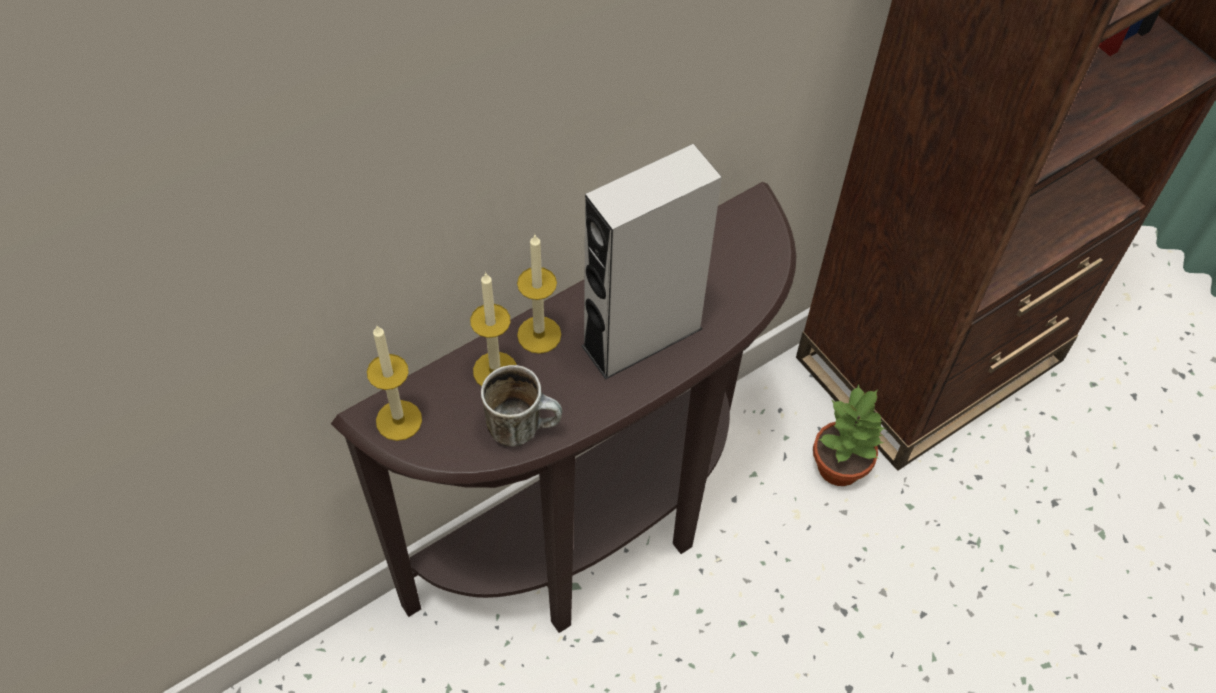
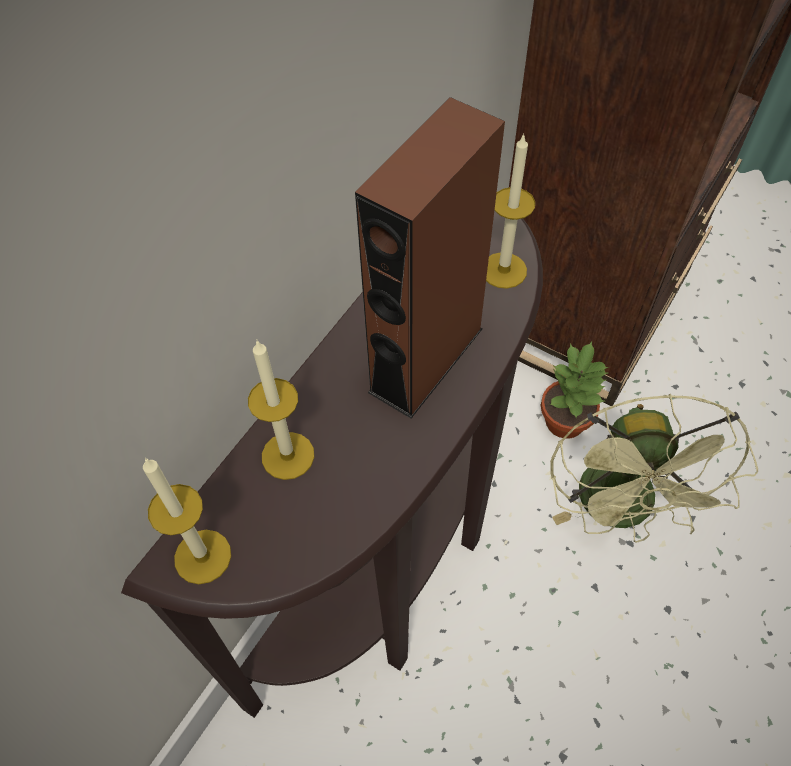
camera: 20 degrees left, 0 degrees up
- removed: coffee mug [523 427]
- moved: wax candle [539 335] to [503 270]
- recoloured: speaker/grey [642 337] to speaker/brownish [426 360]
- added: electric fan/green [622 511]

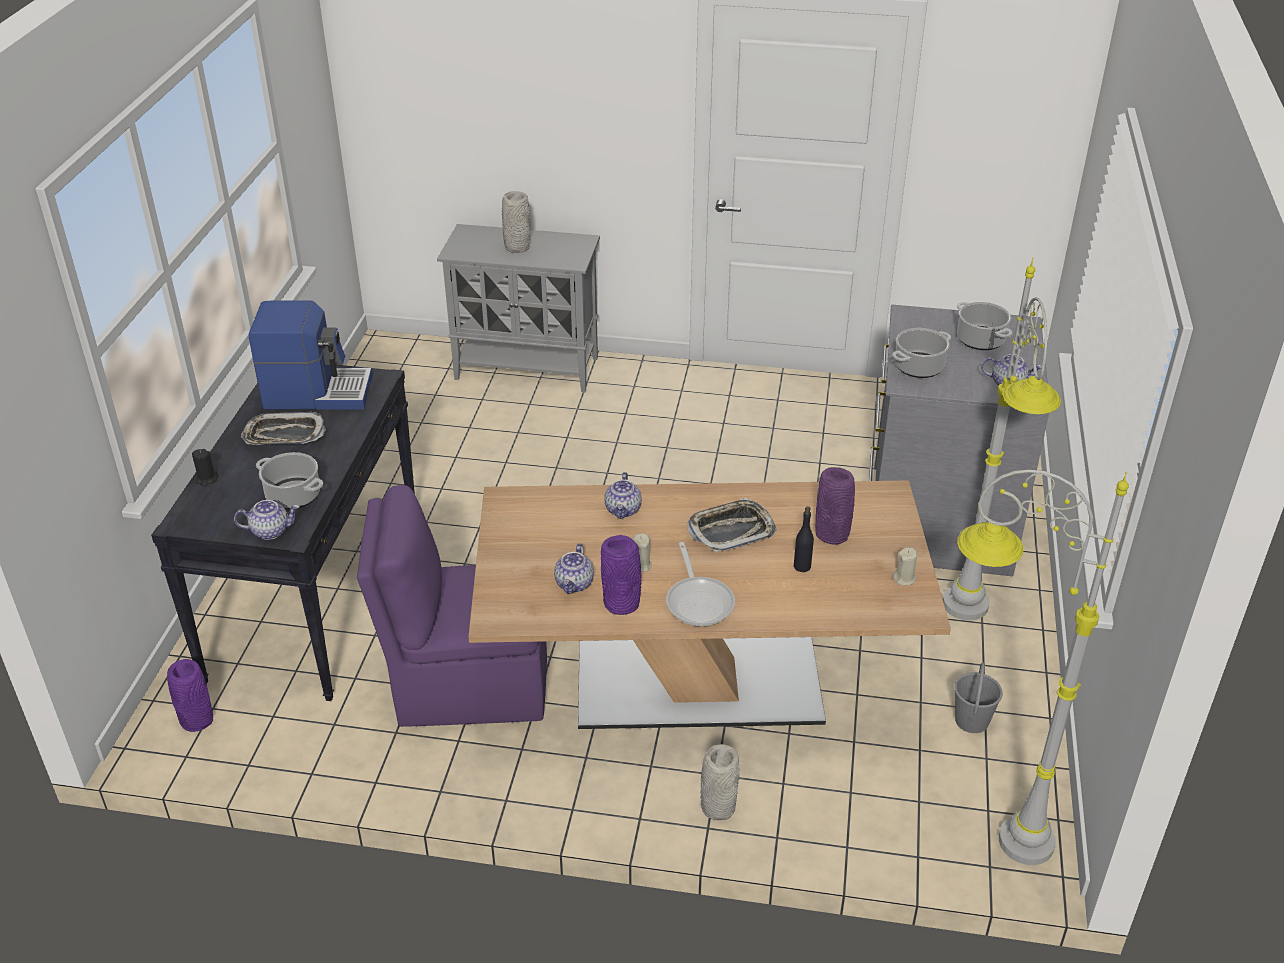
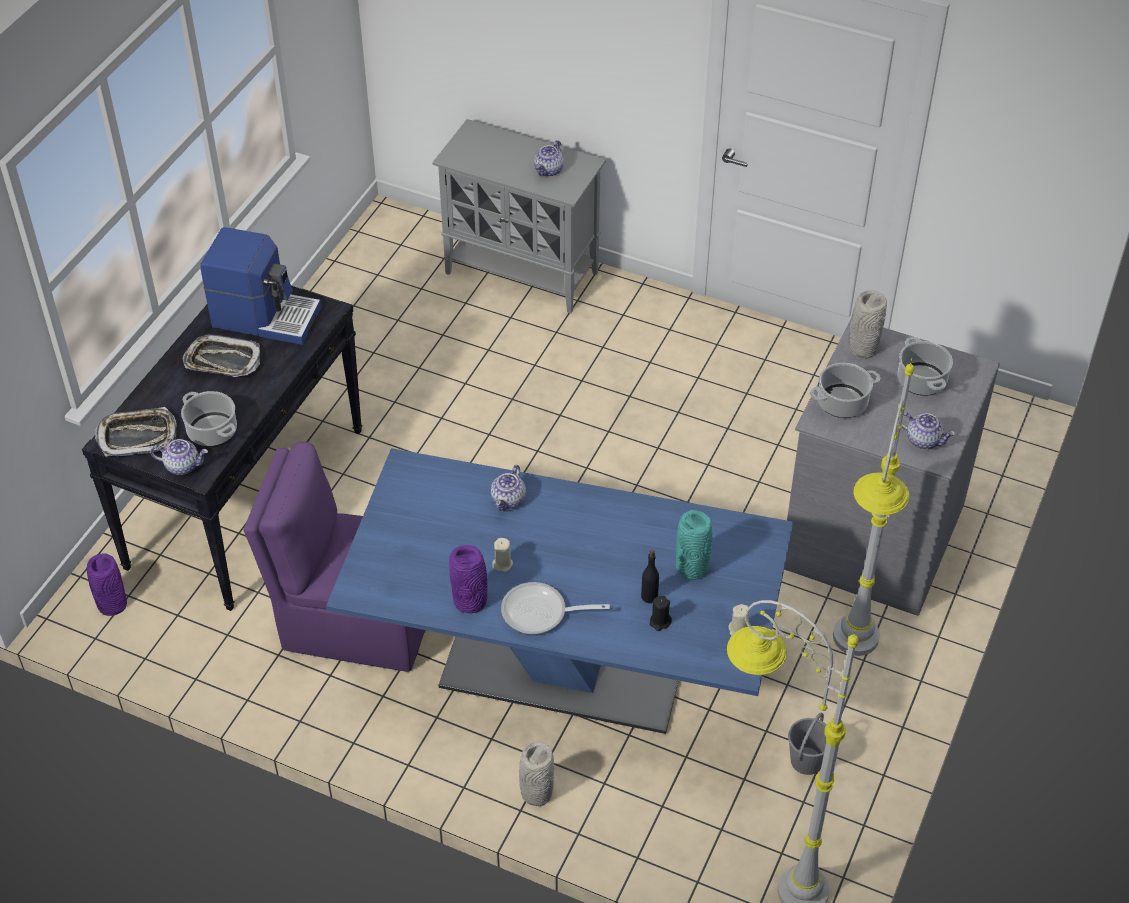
camera: 15 degrees right, 10 degrees up
- moved: wax candle/blackish [206 479] to [660 622]
- recoloured: kitchen table/beige-coloured [698 684] to kitchen table/bluish [564 666]
- moved: decorative vase/grey [516 247] to [862 348]
- moved: teapot [575 584] to [549 170]
- turned: skillet [699 601] = [540 613] 90 degrees clockwise
- moved: carrying tray [731 530] to [137 436]
- recoloured: decorative vase/purplish [832 535] to decorative vase/turquoise-coloured [692 568]

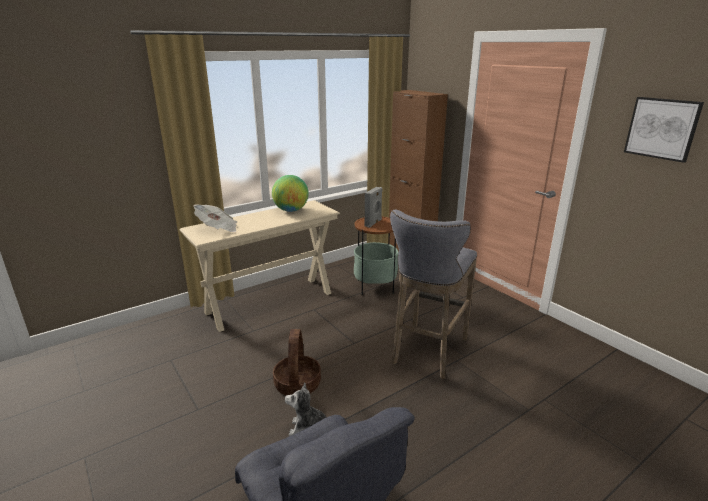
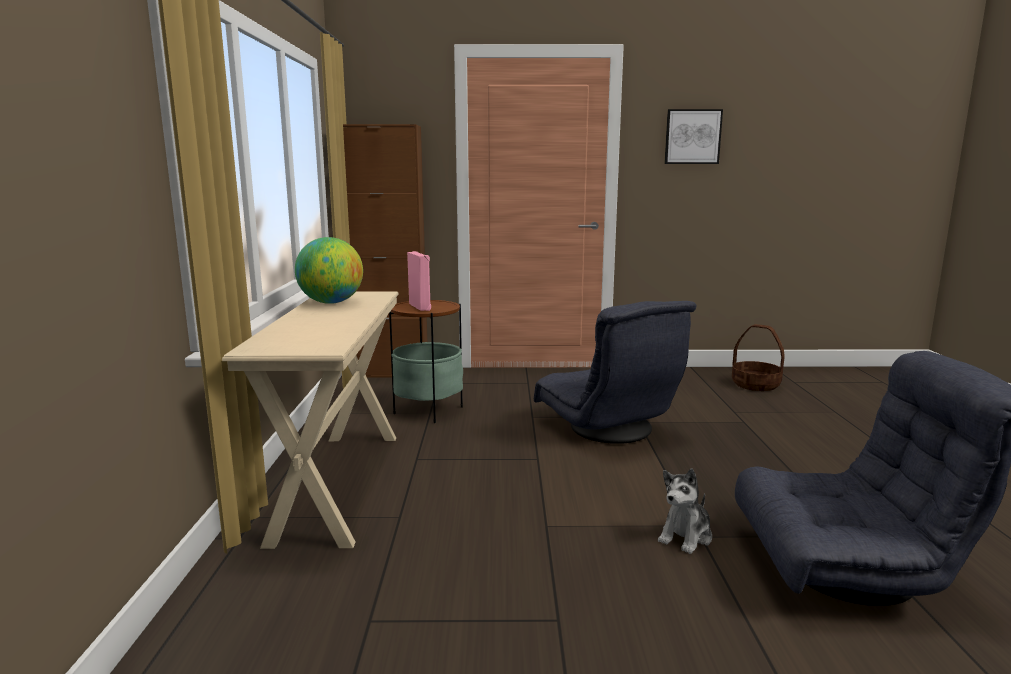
camera: 55 degrees left, 10 degrees down
- removed: daily paper [218 229]
- moved: basket [297 384] to [755 385]
- recoloured: speaker/grey [373 223] to speaker/pink [420 307]
- replaced: sitting stool/grey [427 352] to easy chair/grey [608 429]

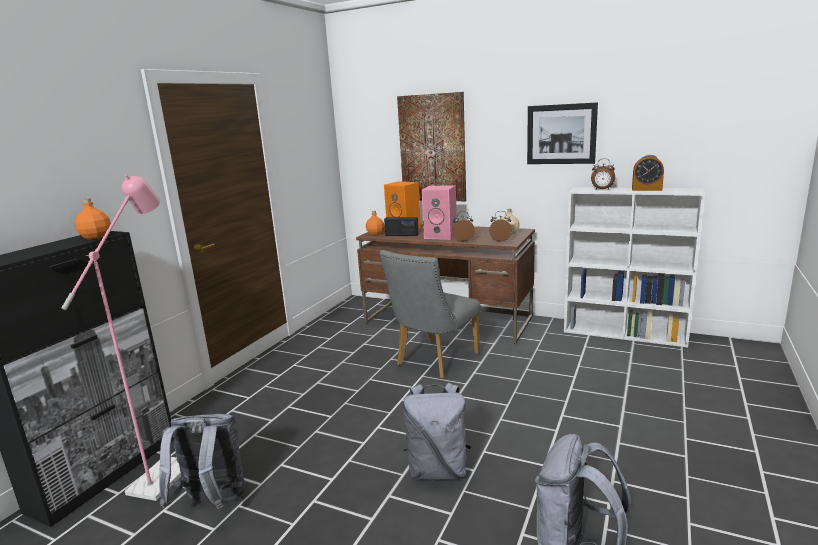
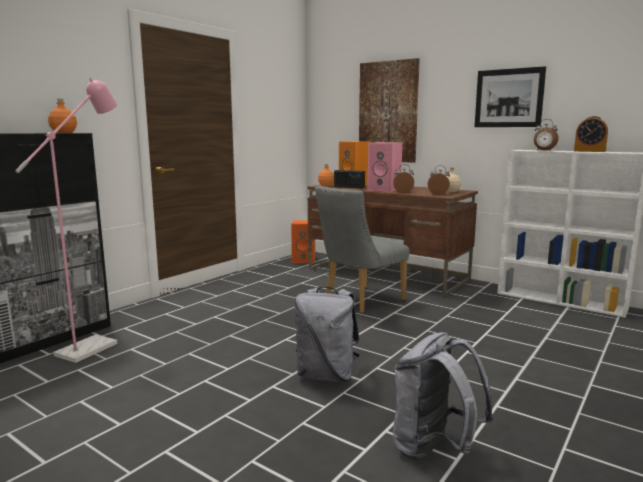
camera: 10 degrees right, 5 degrees down
- removed: backpack/grey [212 503]
- added: speaker/orangey [304 260]

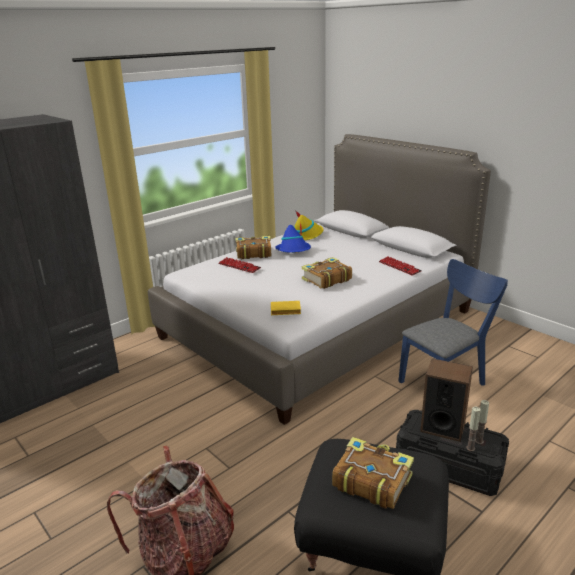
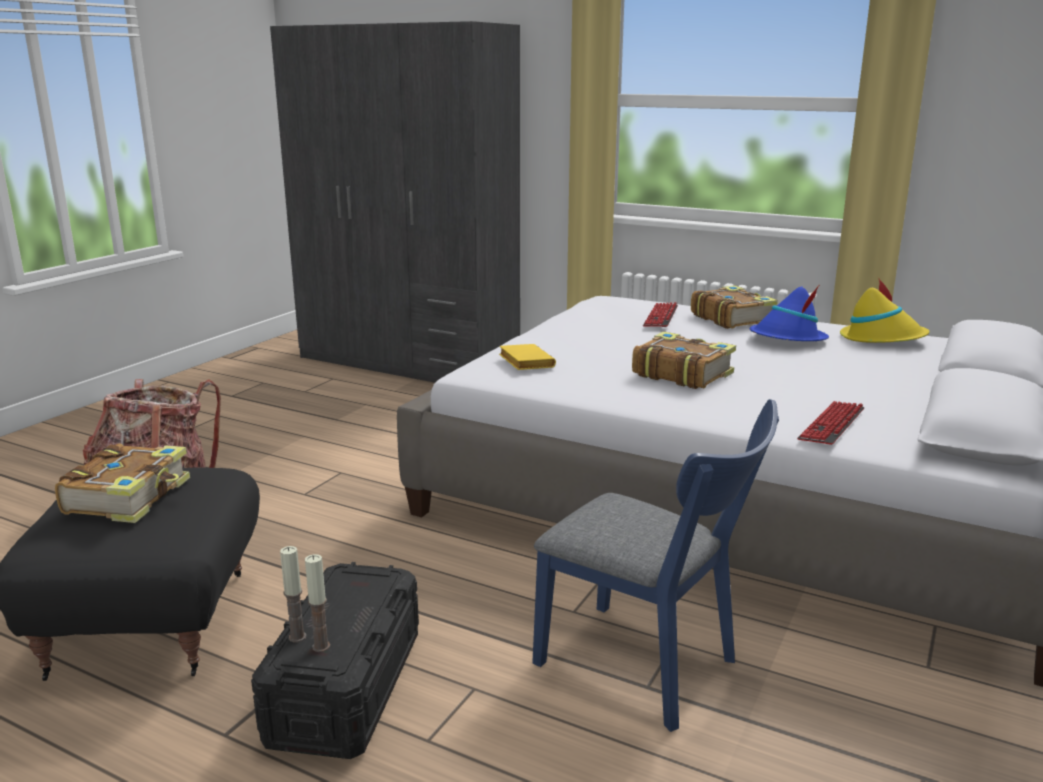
camera: 70 degrees right, 5 degrees down
- removed: speaker [442 427]

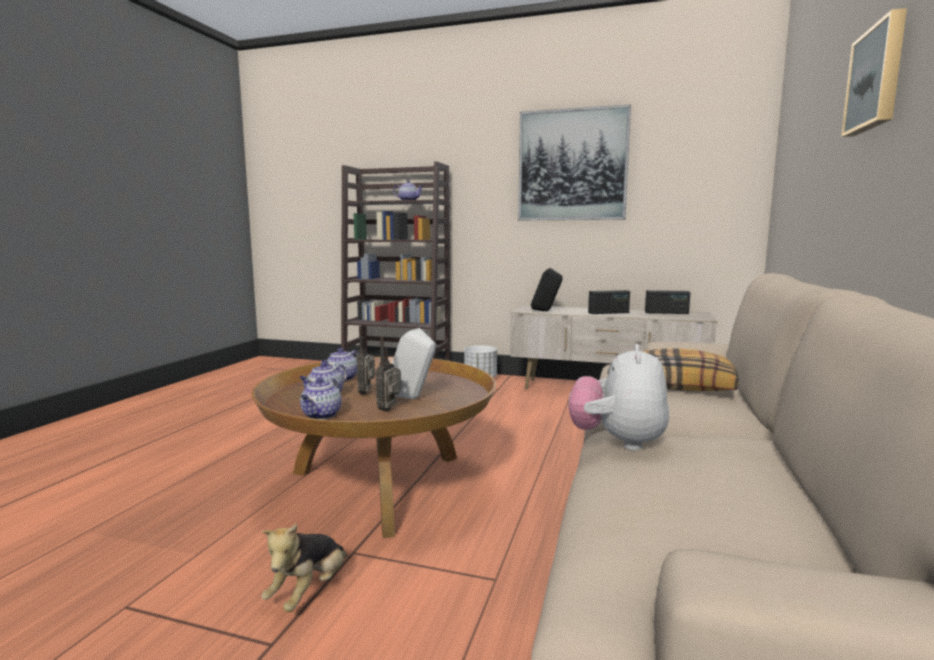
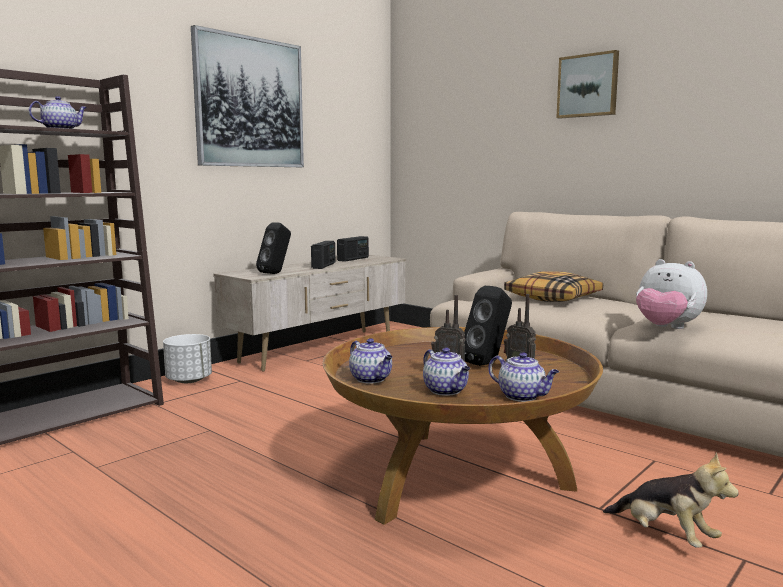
camera: 65 degrees left, 0 degrees up
- recoloured: speaker/white-coloured [412 399] to speaker/blackish [488 363]

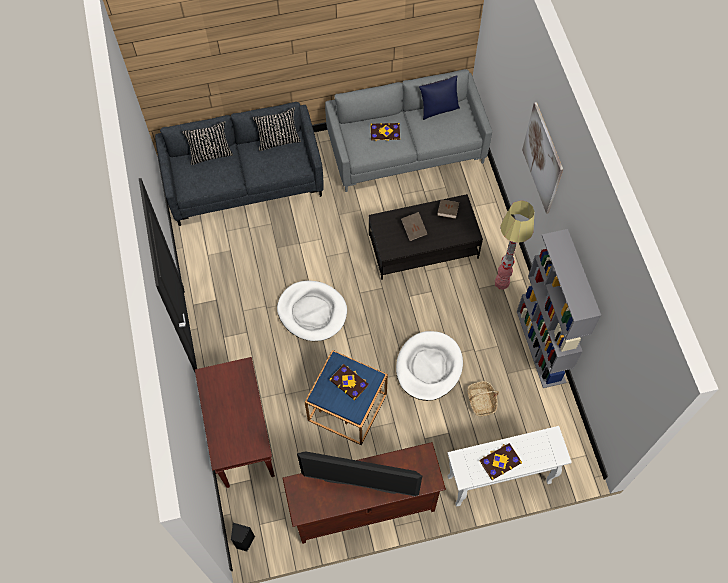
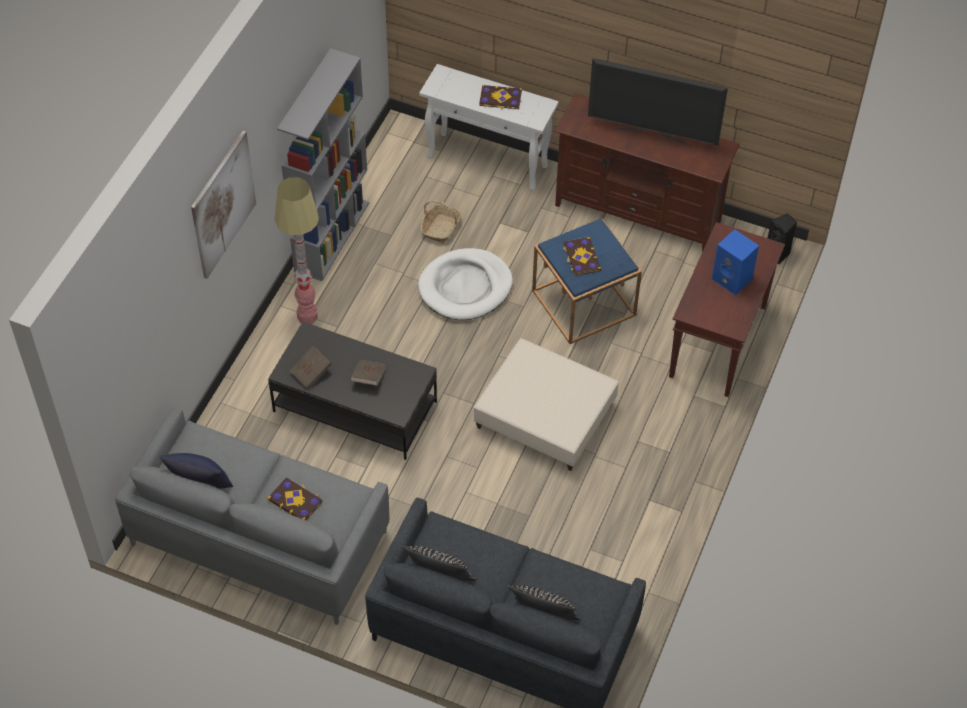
camera: 145 degrees left, 10 degrees down
- replaced: pet bed/white-coloured [312 312] to ottoman/beige-coloured [545 416]
- turned: TV set [360 485] = [652 136] 150 degrees clockwise
- added: speaker/bluish [733 279]

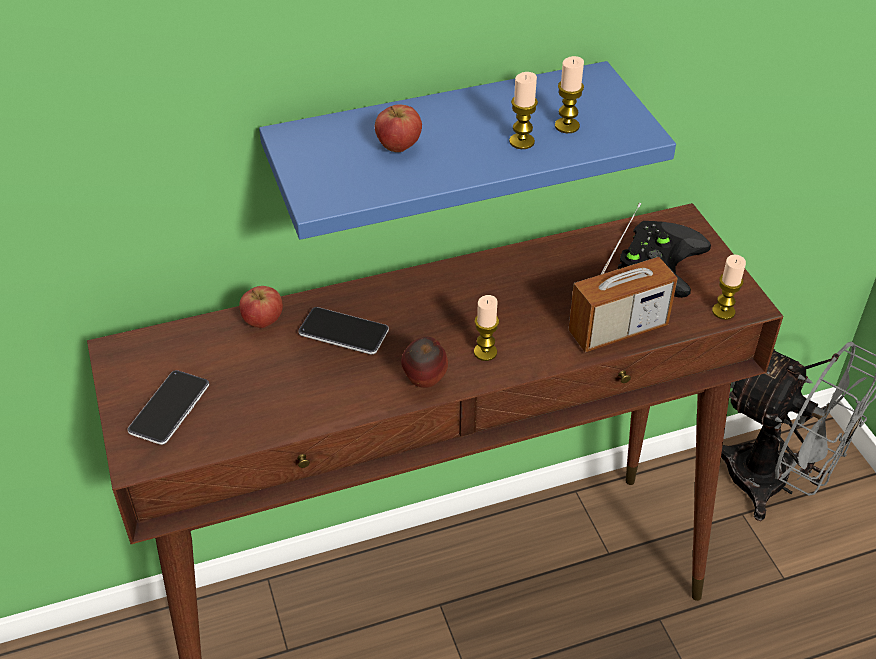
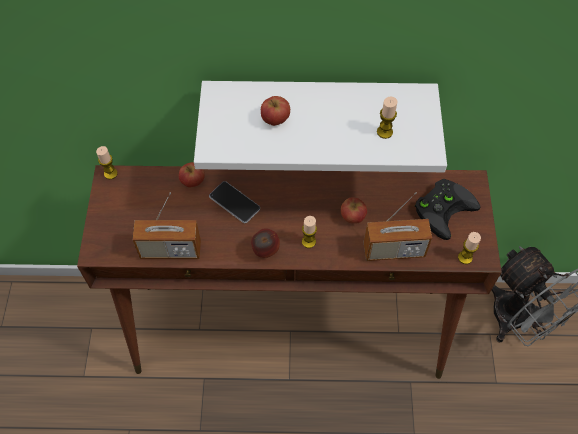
camera: 20 degrees right, 15 degrees up
- removed: telephone [169 408]
- recoloured: bracket shelf/bluish [439 149] to bracket shelf/white-coloured [318 109]
- moved: wax candle [521 142] to [110 173]
- added: radio set [170 250]
- added: whole apple [352 217]

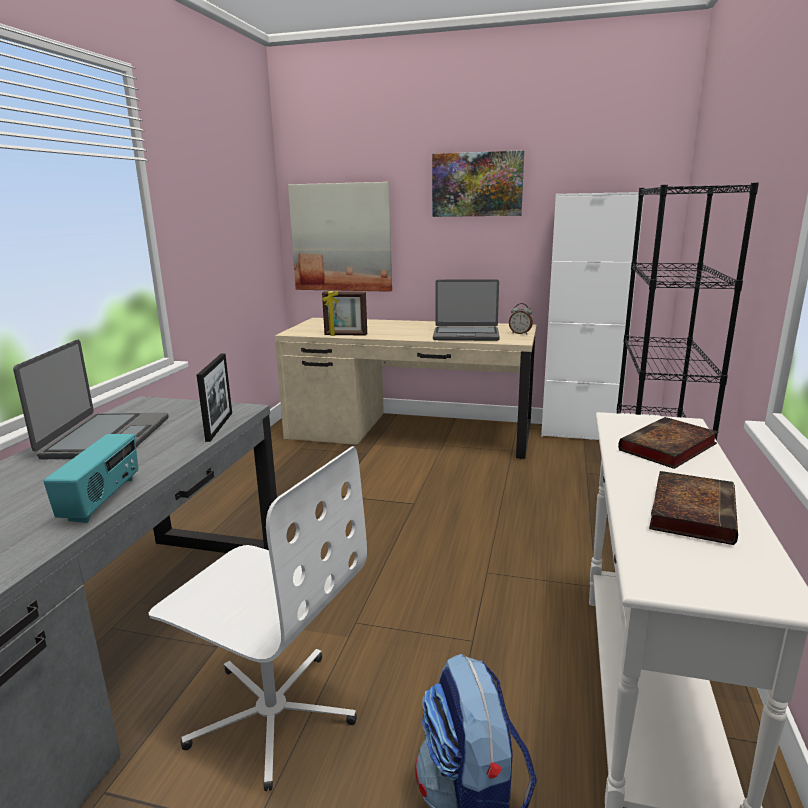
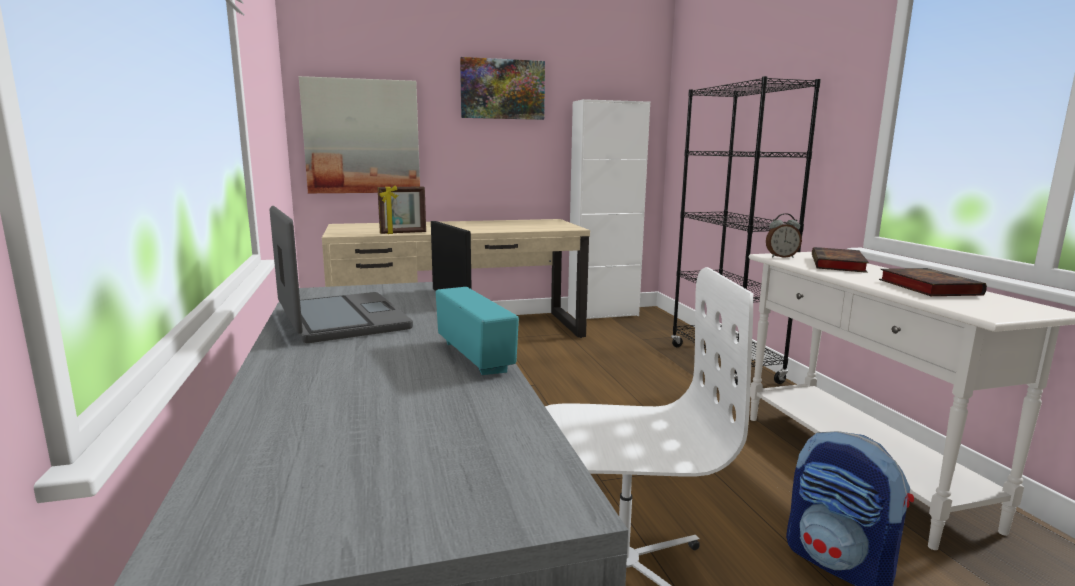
camera: 30 degrees left, 5 degrees down
- removed: laptop [466 335]
- moved: table clock [520 333] to [781 257]

